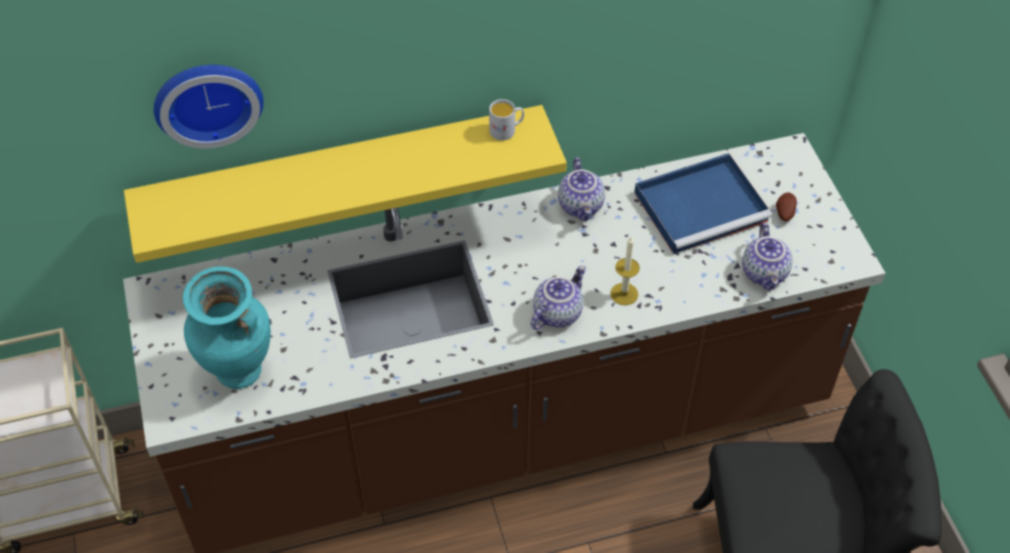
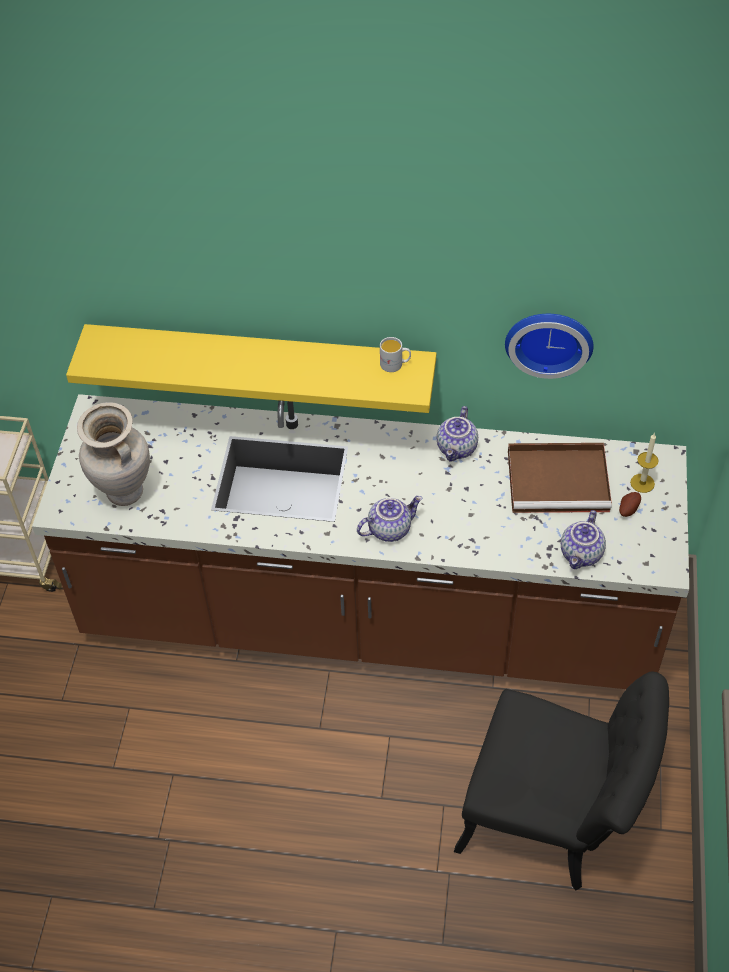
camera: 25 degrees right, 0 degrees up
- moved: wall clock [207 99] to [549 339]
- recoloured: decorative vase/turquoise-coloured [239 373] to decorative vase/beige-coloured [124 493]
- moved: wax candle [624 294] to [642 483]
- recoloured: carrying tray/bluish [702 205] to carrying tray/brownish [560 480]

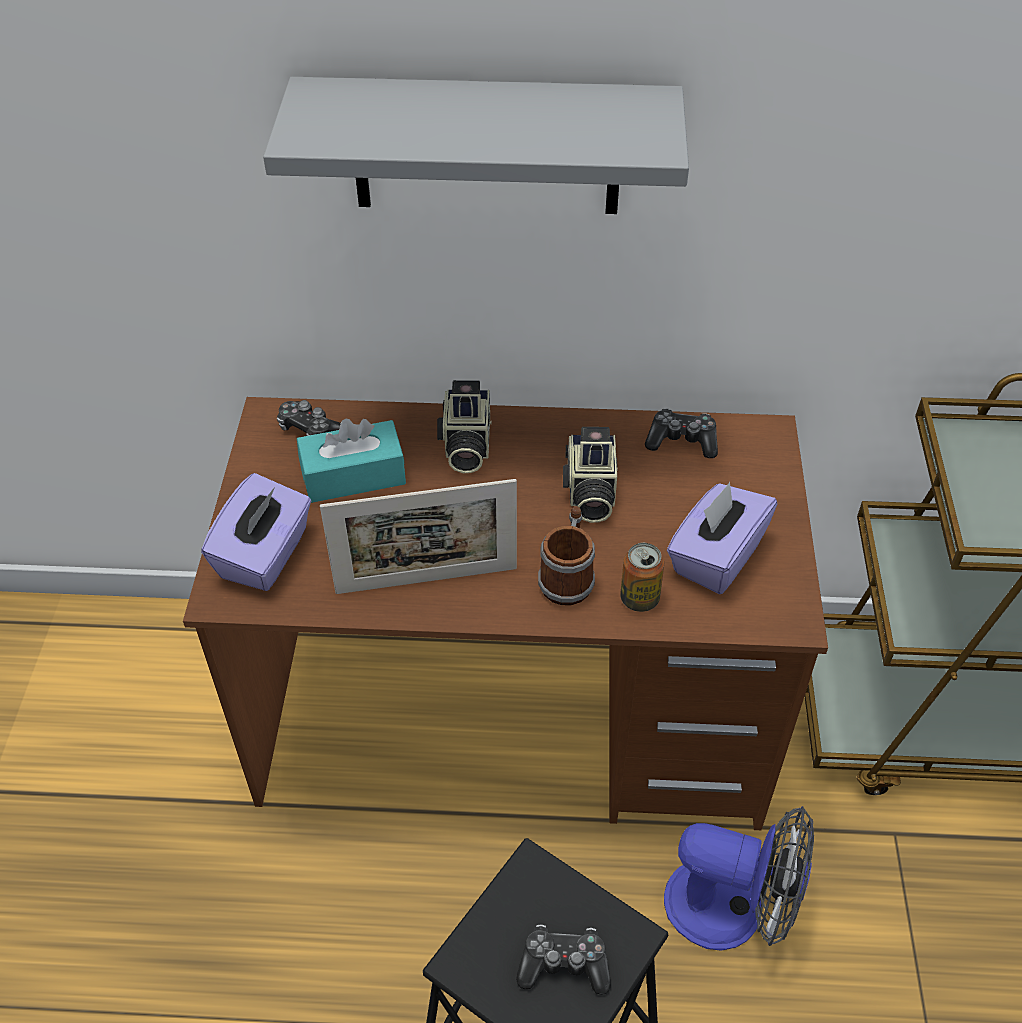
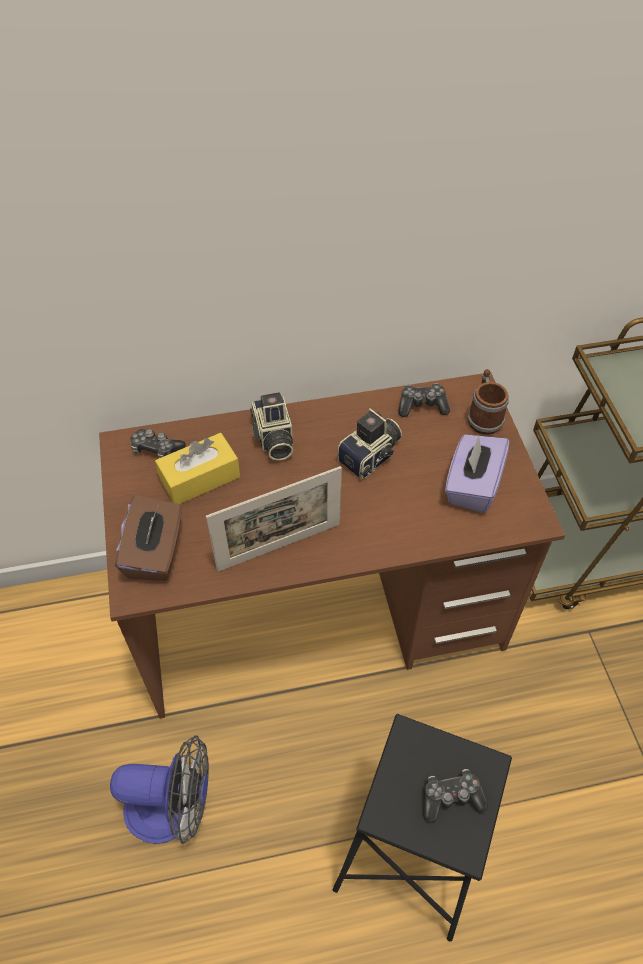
camera: 15 degrees left, 5 degrees up
- recoloured: box of tissues/purplish [265 555] to box of tissues/brownish [155 553]
- removed: bracket shelf/grey [486 147]
- recoloured: box of tissues/turquoise-coloured [353 475] to box of tissues/yellow-coloured [200 478]
- moved: coffee mug [568 577] to [483 417]
- turned: photo camera [589 492] = [371 456] 120 degrees counterclockwise
- removed: metal can [639 598]
- moved: electric fan [731 909] to [173 808]

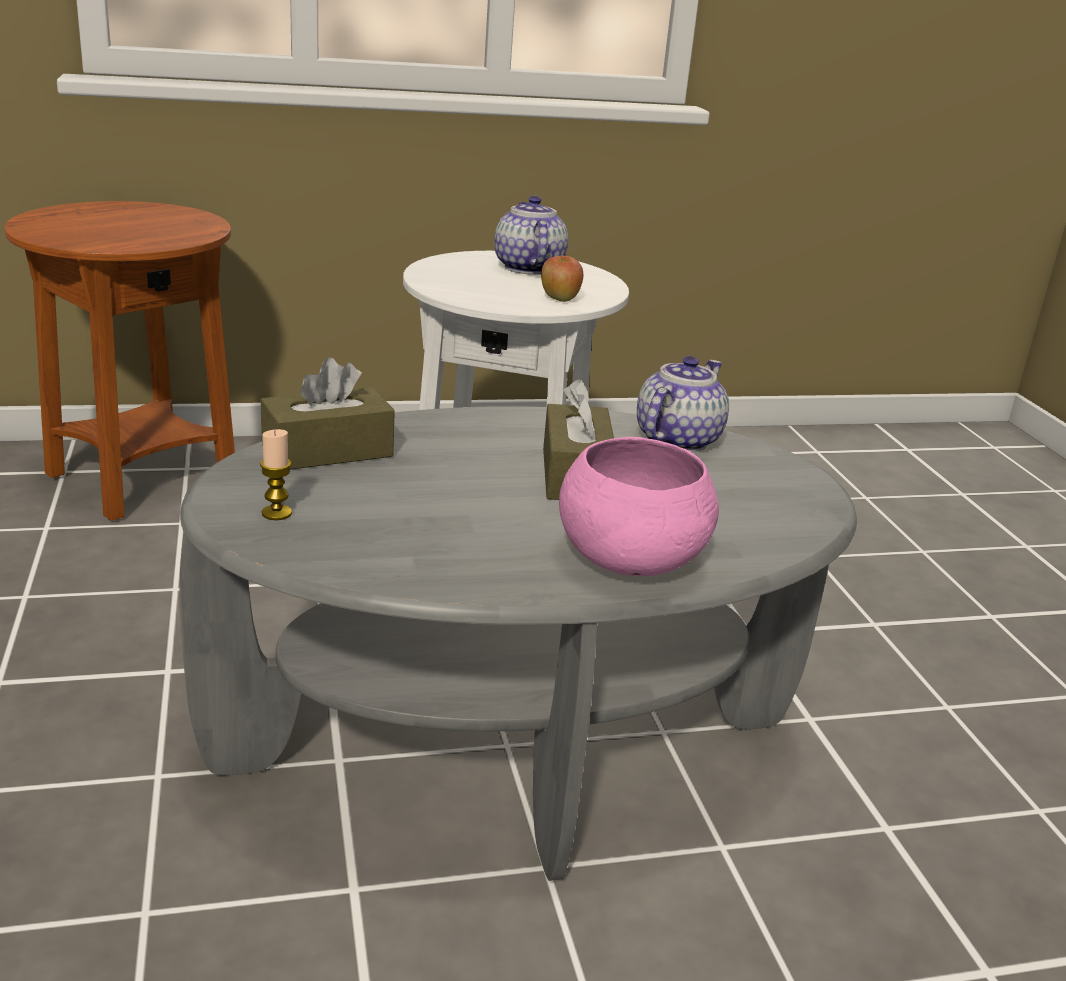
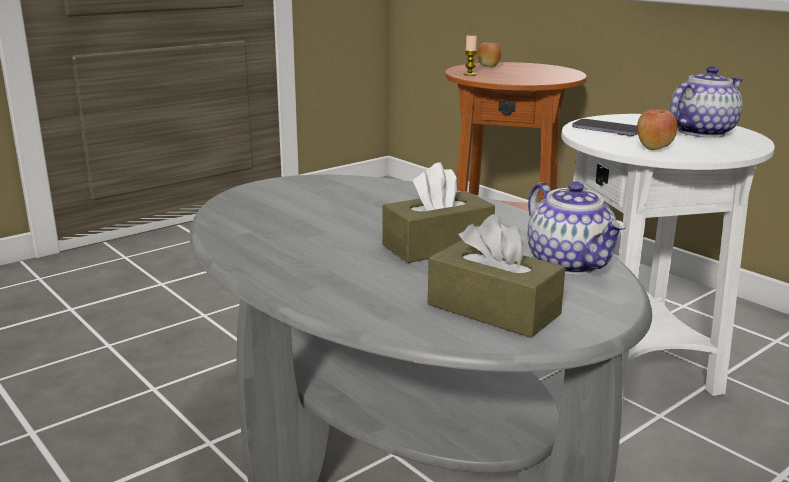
camera: 65 degrees right, 5 degrees down
- moved: wax candle [276 513] to [470 74]
- moved: box of tissues/brownish [327 451] to [493 309]
- removed: bowl/pink [628 561]
- turned: teapot [676 439] = [570 263] 60 degrees clockwise
- added: whole apple [488 66]
- added: telephone [607 130]

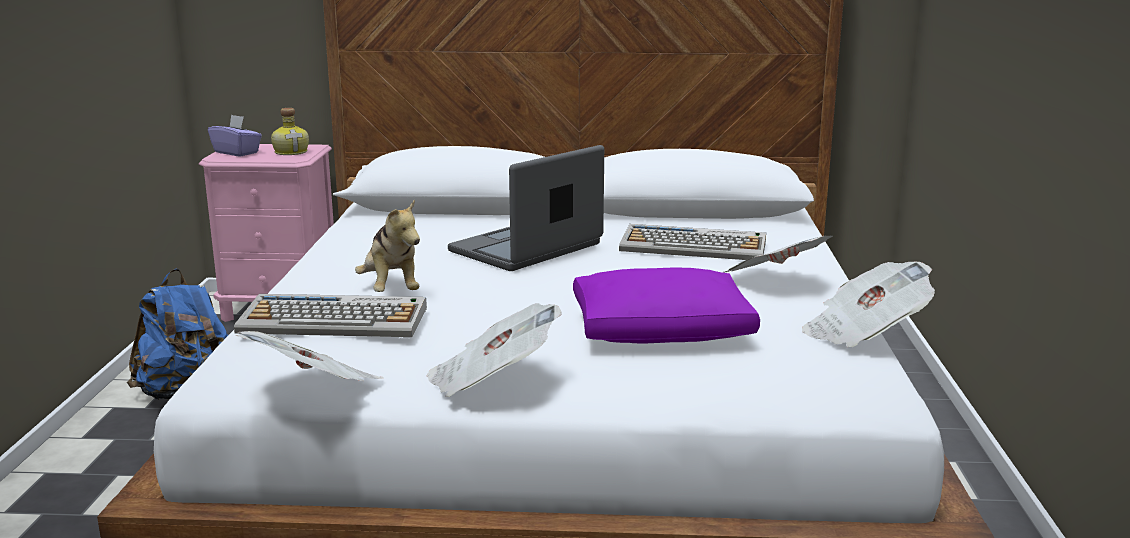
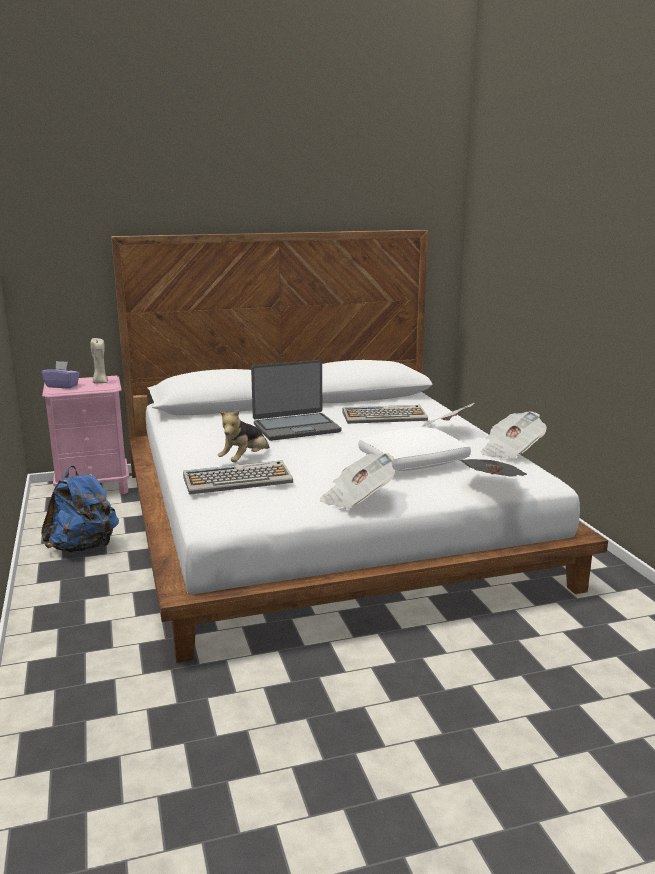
camera: 20 degrees left, 0 degrees up
- moved: daily paper [314 390] to [492 485]
- replaced: beverage bottle [292 152] to wax candle/beige-coloured [100 382]
- turned: cuddly toy [391 290] = [245 460] 75 degrees clockwise
- turned: laptop [527 248] = [296 428] 135 degrees counterclockwise
- recoloured: pillow/purplish [663 330] to pillow/white-coloured [414 462]

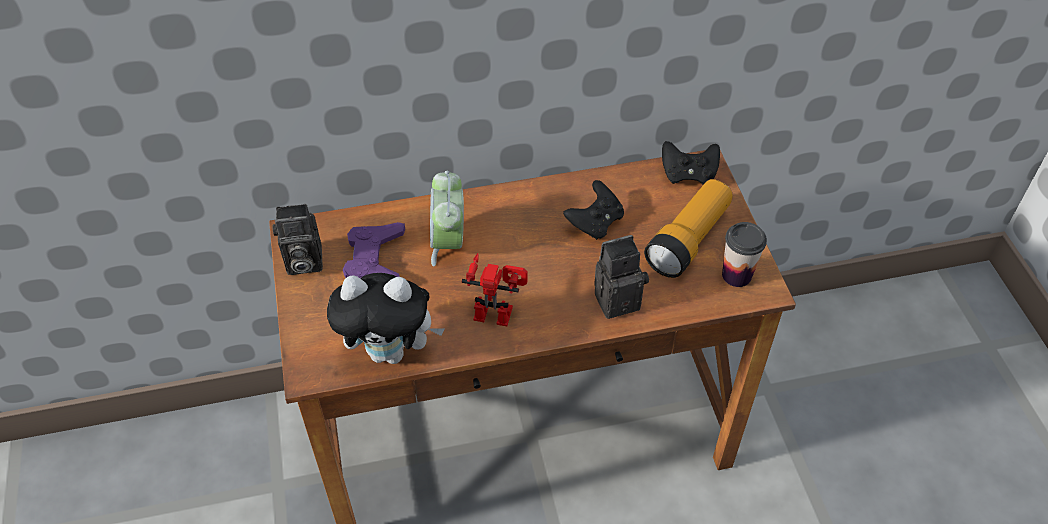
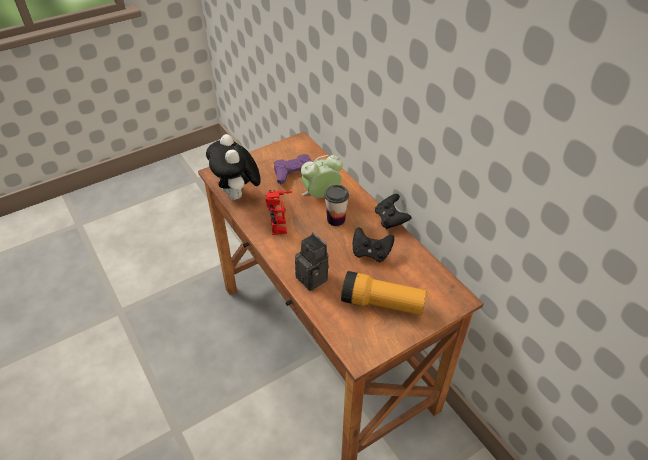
camera: 70 degrees right, 5 degrees down
- removed: photo camera [302 263]
- moved: gamepad/blackish [688 175] to [390 220]
- moved: drinking cup [736 275] to [336 219]

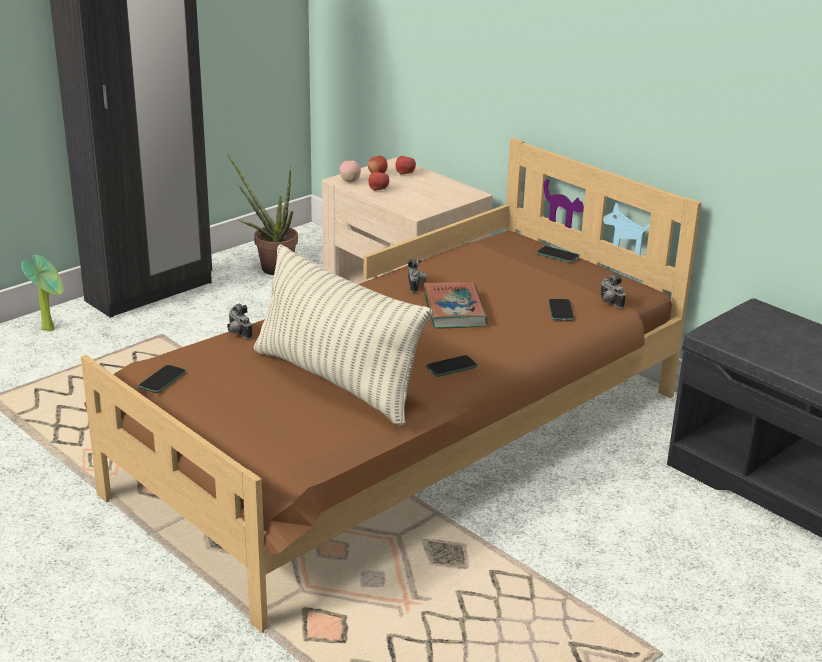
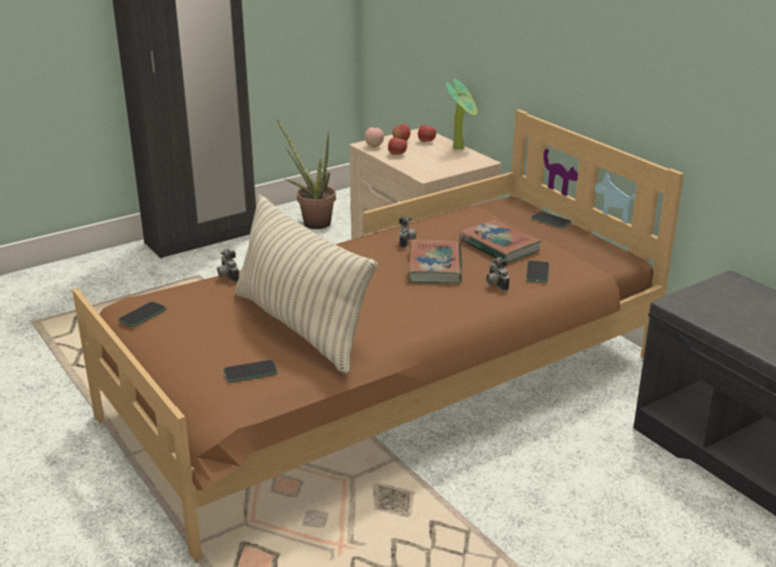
camera: 10 degrees right, 0 degrees up
- moved: houseplant [51 328] to [460 148]
- moved: telephone [451 367] to [250 372]
- moved: photo camera [609 302] to [495 285]
- added: book [499 246]

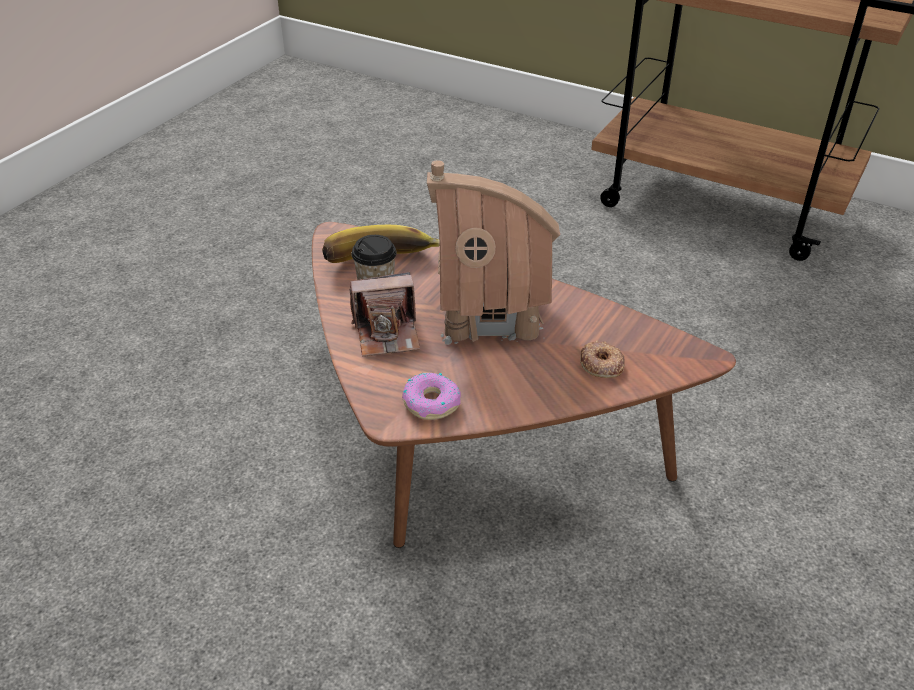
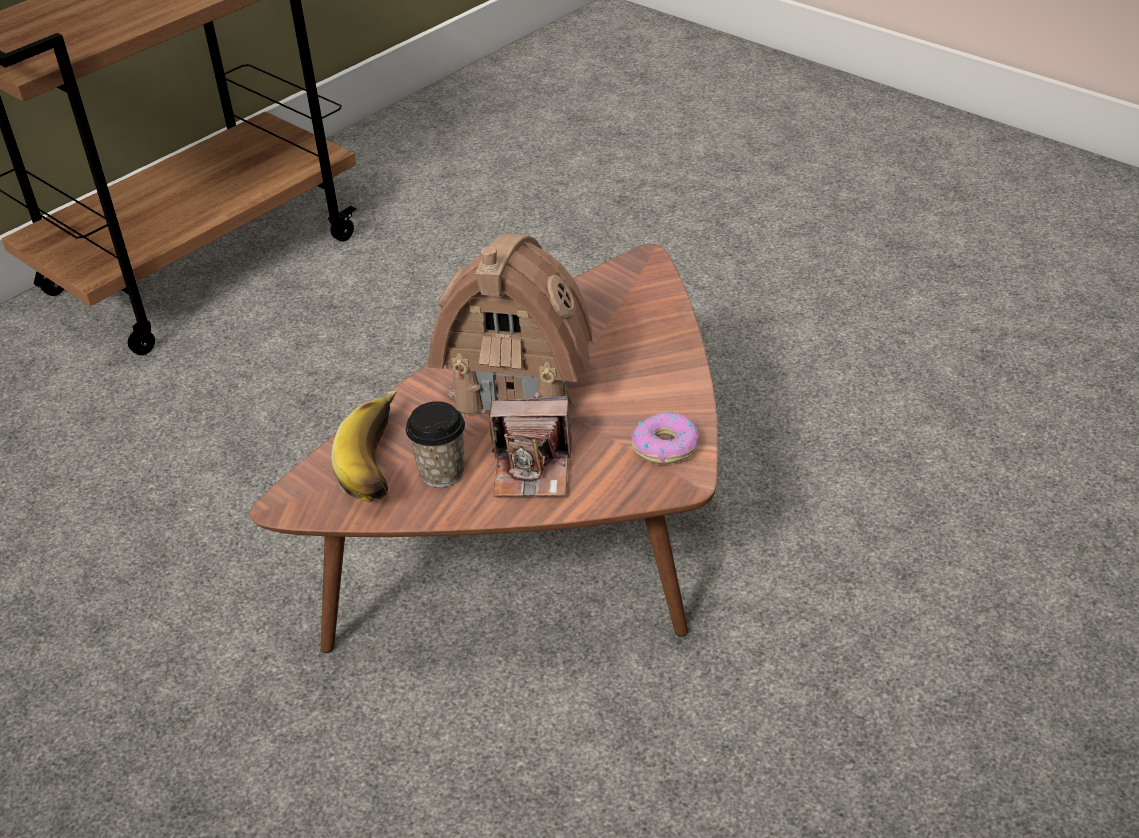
camera: 75 degrees left, 0 degrees up
- turned: photo camera [387 333] = [532 470] 90 degrees clockwise
- removed: donut [601 364]

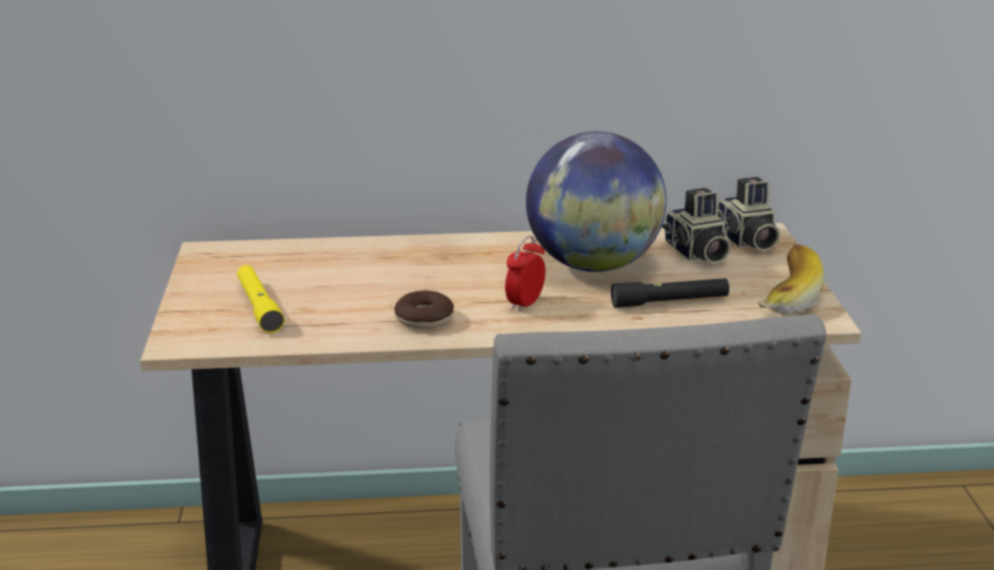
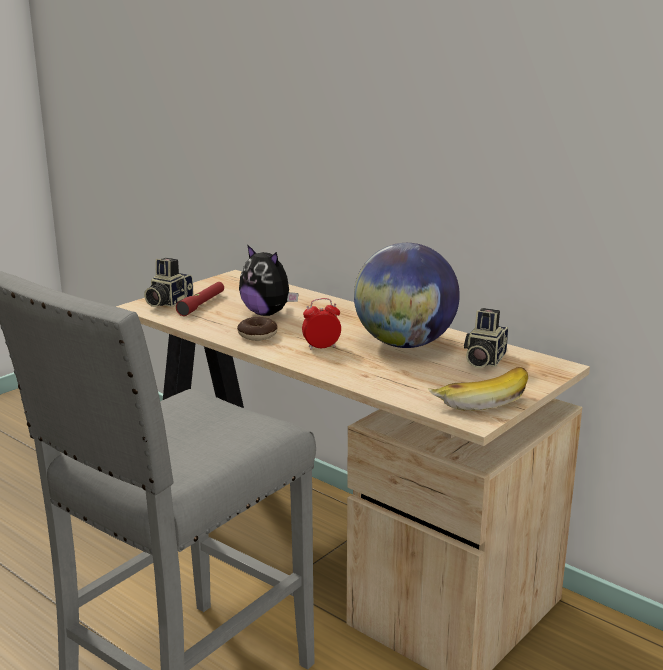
camera: 45 degrees right, 5 degrees down
- recoloured: flashlight/yellow-coloured [259 307] to flashlight/reddish [202 304]
- removed: flashlight/blackish [670 302]
- moved: photo camera [746 241] to [167 302]
- added: cuddly toy [267 313]

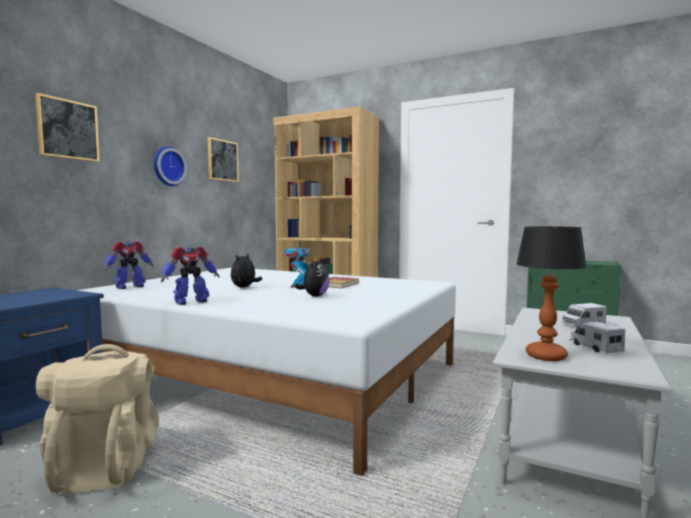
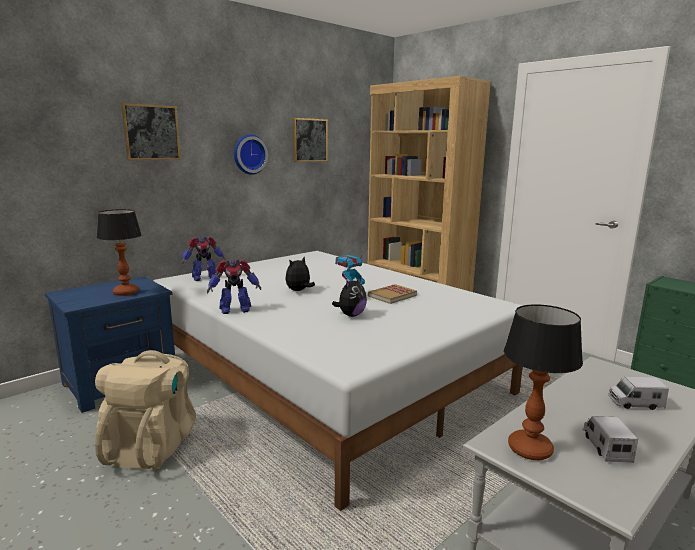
camera: 20 degrees right, 10 degrees up
- added: tabletop lamp [126 292]

